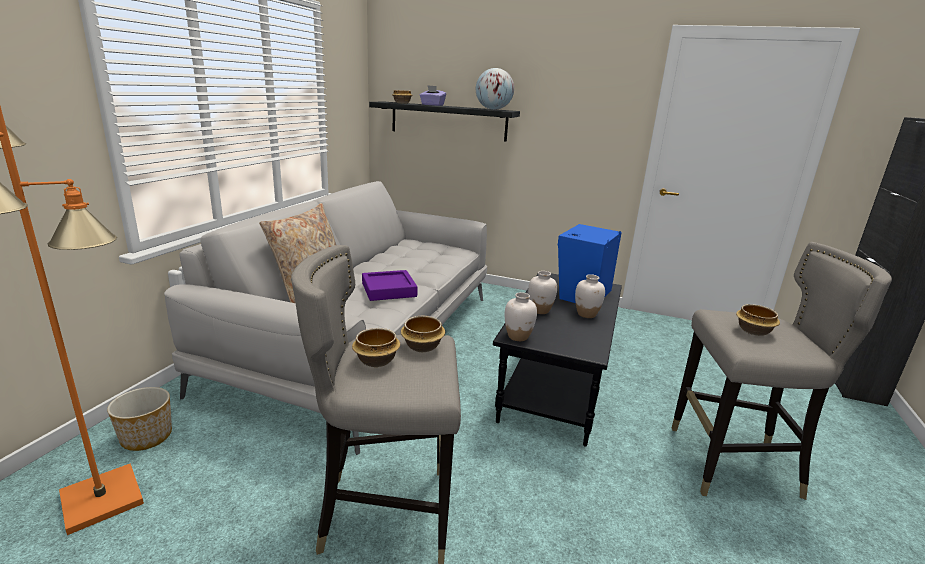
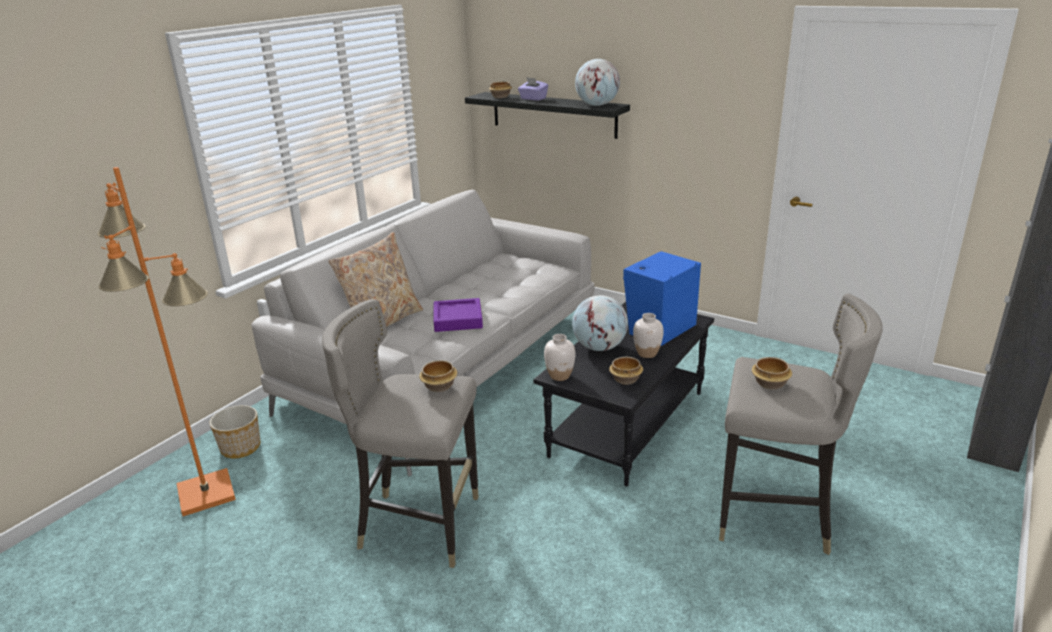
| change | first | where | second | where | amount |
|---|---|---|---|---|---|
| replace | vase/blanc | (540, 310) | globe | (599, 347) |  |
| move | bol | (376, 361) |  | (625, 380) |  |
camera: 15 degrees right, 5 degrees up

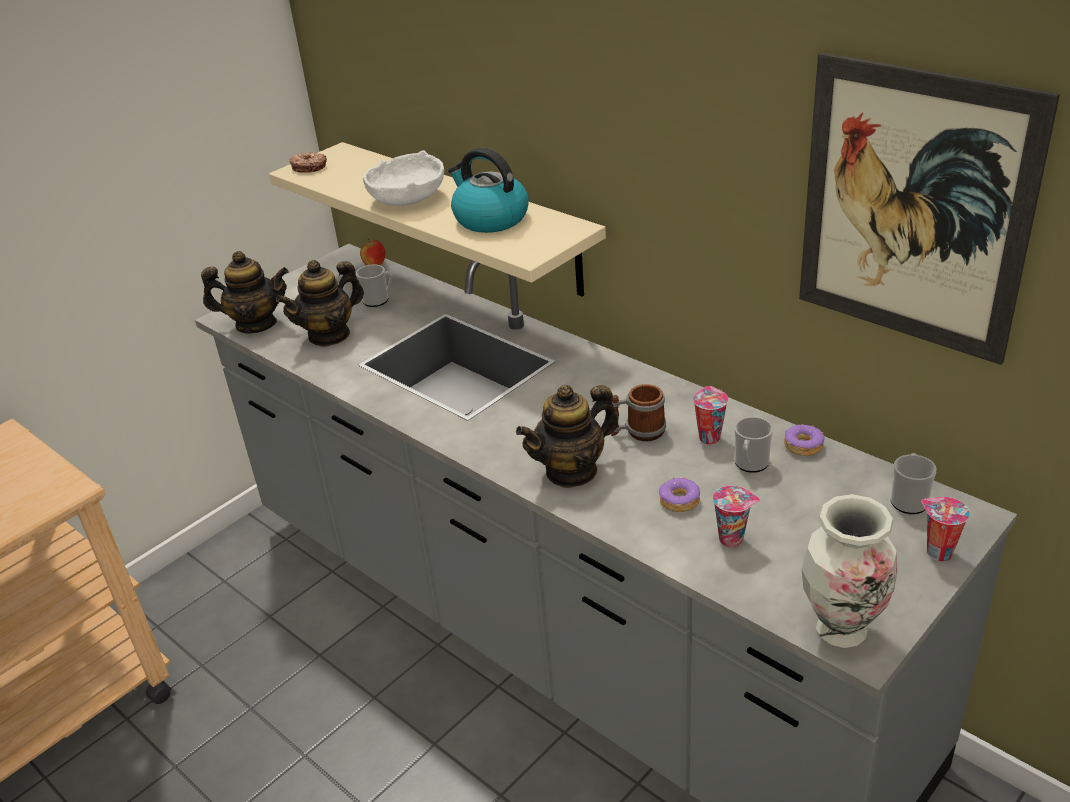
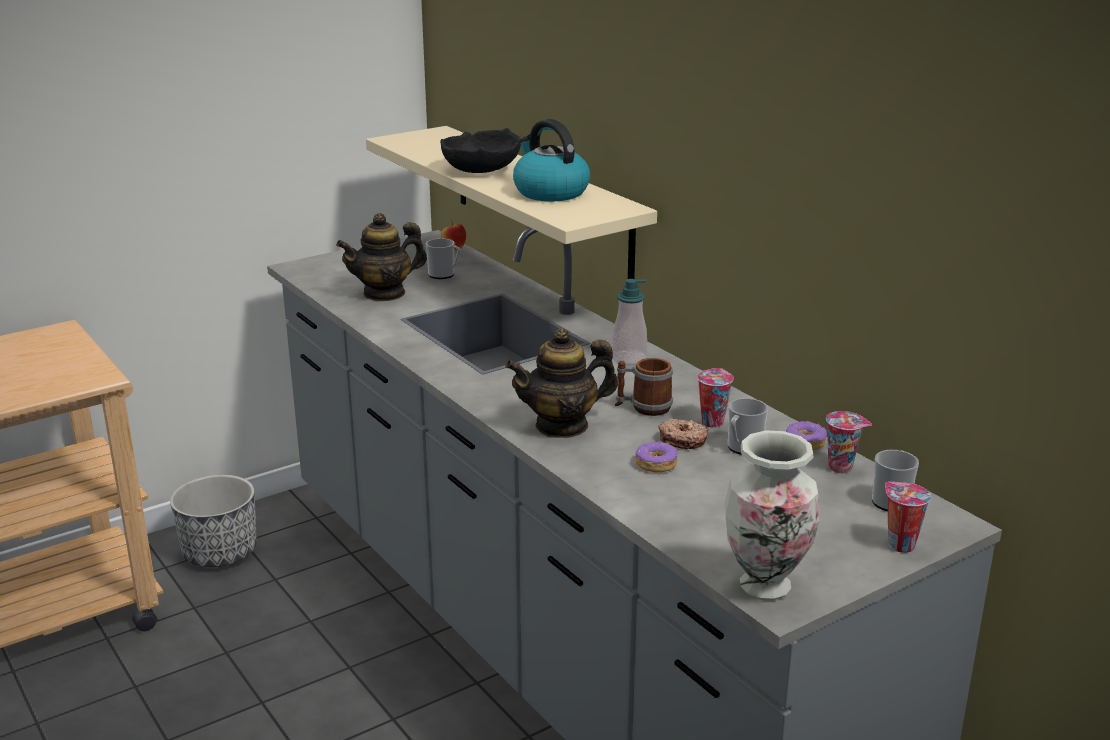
| change | first | where | second | where | amount |
|---|---|---|---|---|---|
| insert |  |  | cache-pot | (220, 552) |  |
| recolor | bol/blanc | (406, 199) | bol/noir | (480, 170) |  |
| insert |  |  | distributeur de savon | (629, 359) |  |
| move | beignet | (309, 167) |  | (682, 440) |  |
| move | tasse | (733, 539) |  | (842, 467) |  |
| delete | théière | (256, 324) |  |  |  |
| delete | tableau | (913, 209) |  |  |  |
camera: 10 degrees right, 10 degrees down

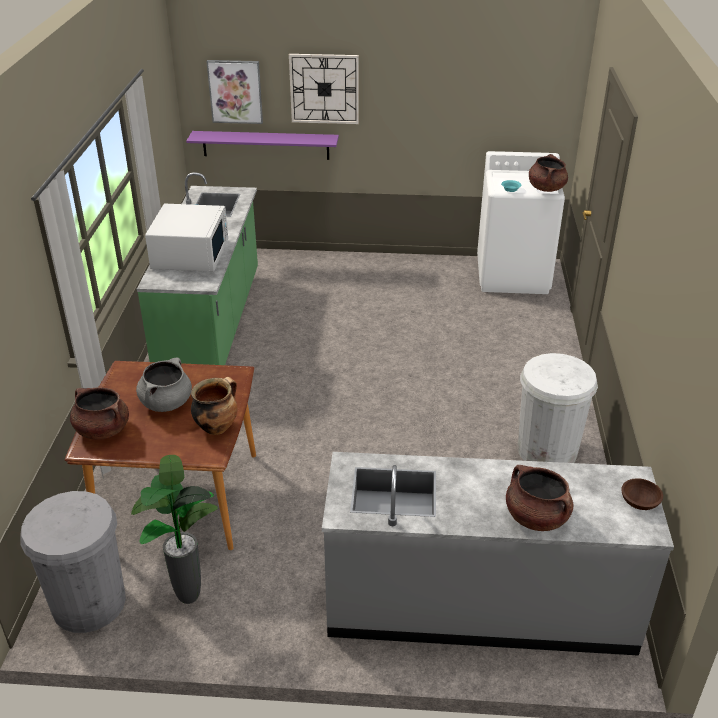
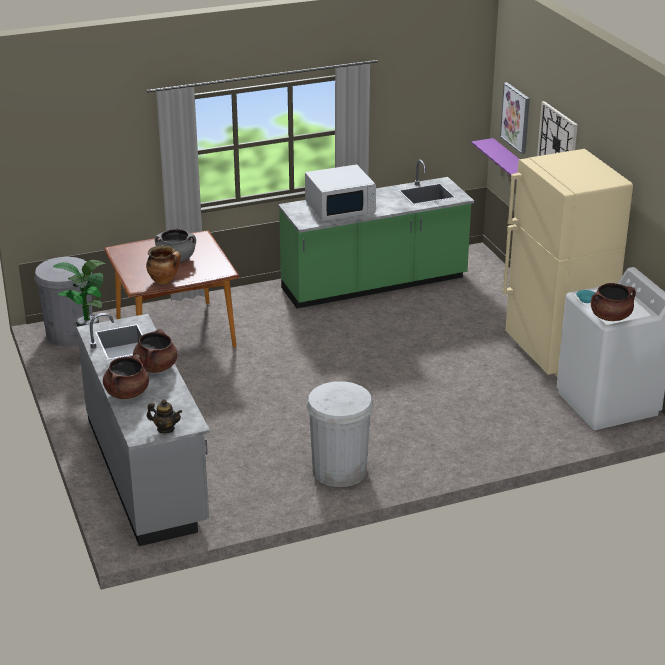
| change | first | where | second | where | amount |
|---|---|---|---|---|---|
| move | marmite/marron | (102, 430) |  | (156, 367) |  |
| replace | bol/marron | (638, 502) | théière | (165, 429) |  |
| insert |  |  | réfrigérateur/beige | (556, 353) |  |
camera: 65 degrees right, 5 degrees down

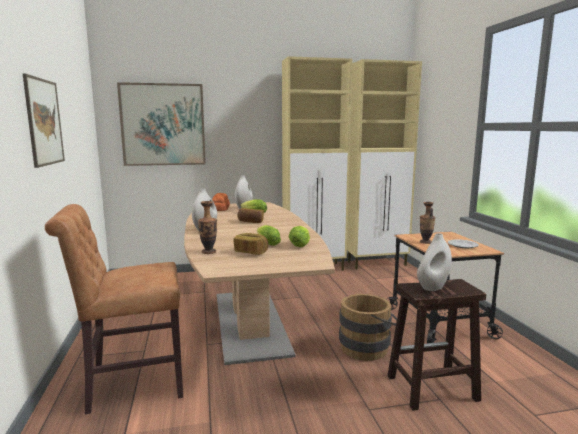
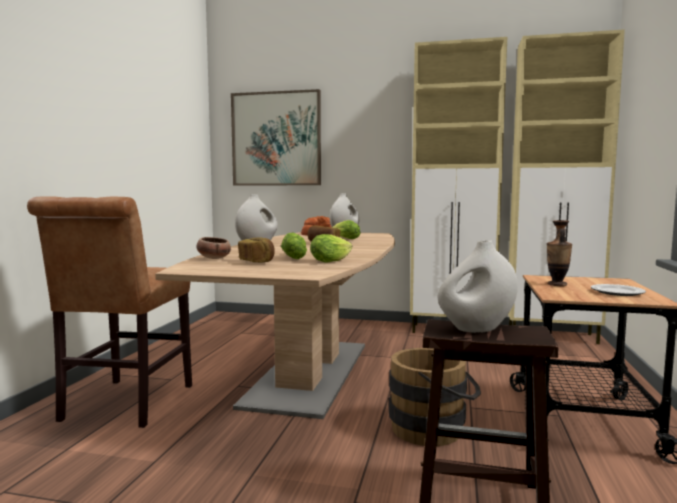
| change | first | where | second | where | amount |
|---|---|---|---|---|---|
| rotate | chaise/marron | (130, 383) |  | (124, 406) | 90 degrees counterclockwise |
| replace | vase | (209, 252) | bol | (214, 258) |  |
| delete | tableau | (44, 122) |  |  |  |
camera: 25 degrees right, 5 degrees down

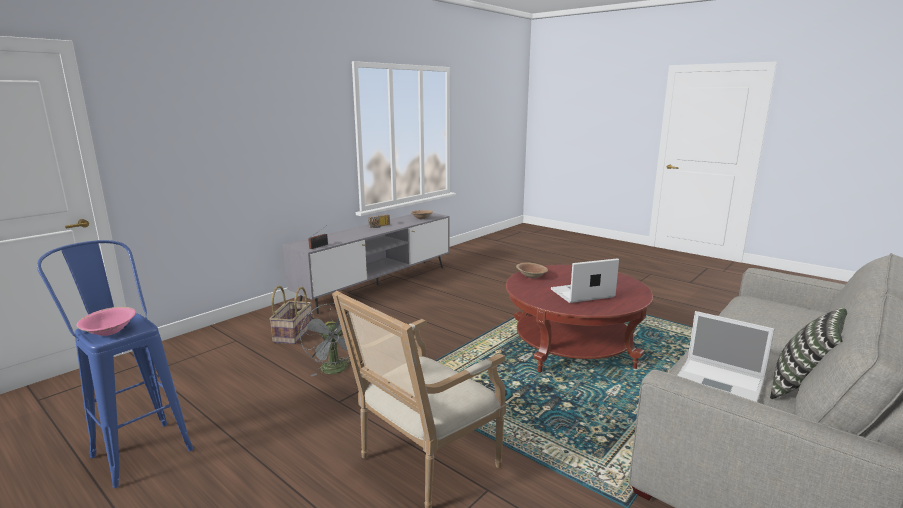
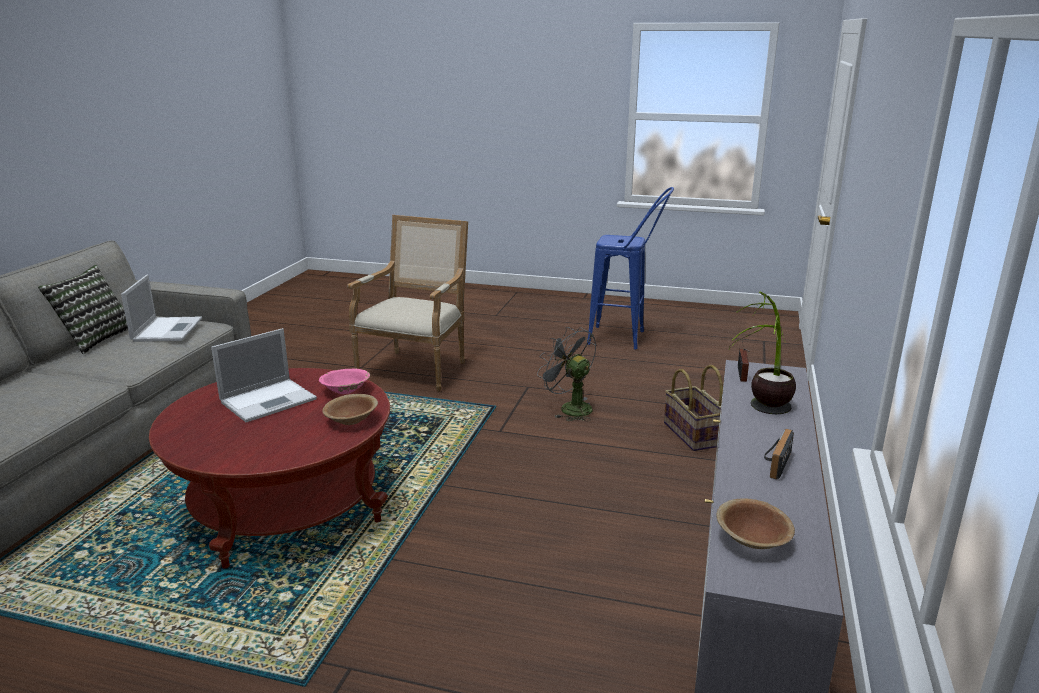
| change | first | where | second | where | amount |
|---|---|---|---|---|---|
| rotate | ordinateur portable | (721, 382) |  | (167, 329) | 75 degrees clockwise |
| move | bol/rose | (109, 331) |  | (345, 390) |  |
| insert |  |  | plante en pot | (760, 414) |  |
camera: 155 degrees right, 5 degrees up

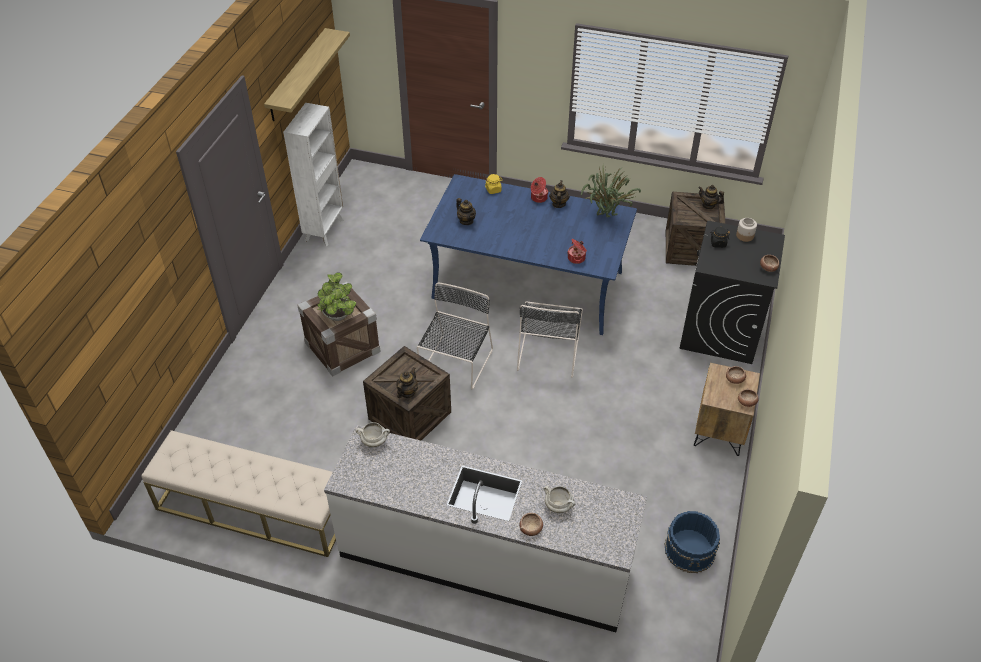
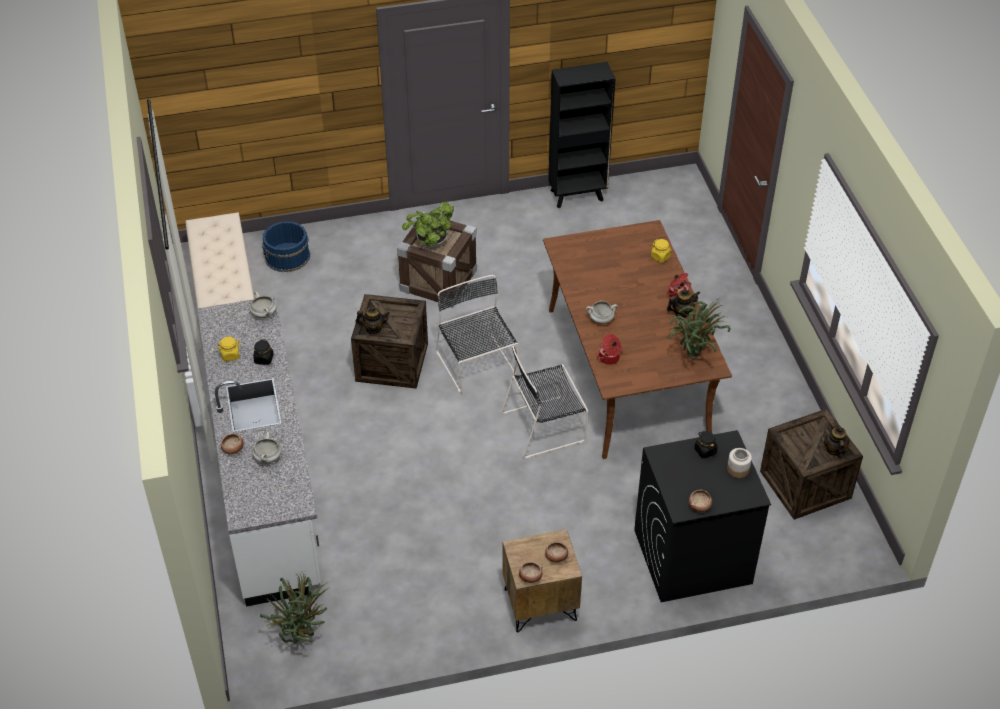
| change | first | where | second | where | amount |
|---|---|---|---|---|---|
| insert |  |  | bocal/jaune | (230, 355) |  |
| insert |  |  | bocal/noir | (264, 359) |  |
| insert |  |  | plante en pot | (302, 635) |  |
| move | seau/bleu | (690, 550) |  | (287, 257) |  |
| rotate | chaise/noir | (455, 364) |  | (477, 365) | 105 degrees counterclockwise |
| recolor | table à manger/bleu | (527, 285) | table à manger/marron | (626, 372) |  |
| recolor | bibliothèque/blanc | (324, 229) | bibliothèque/noir | (578, 195) |  |
| insert |  |  | marmite/blanc | (600, 320) |  |
| delete | étagère | (297, 75) |  |  |  |
| delete | théière | (466, 221) |  |  |  |
camera: 60 degrees right, 0 degrees up

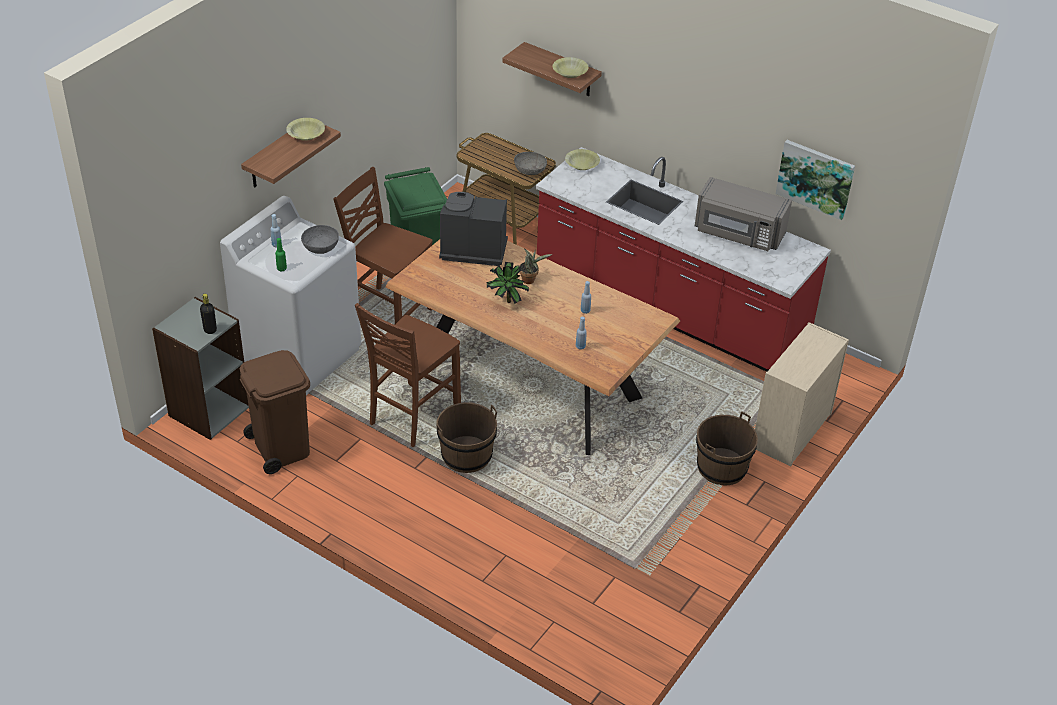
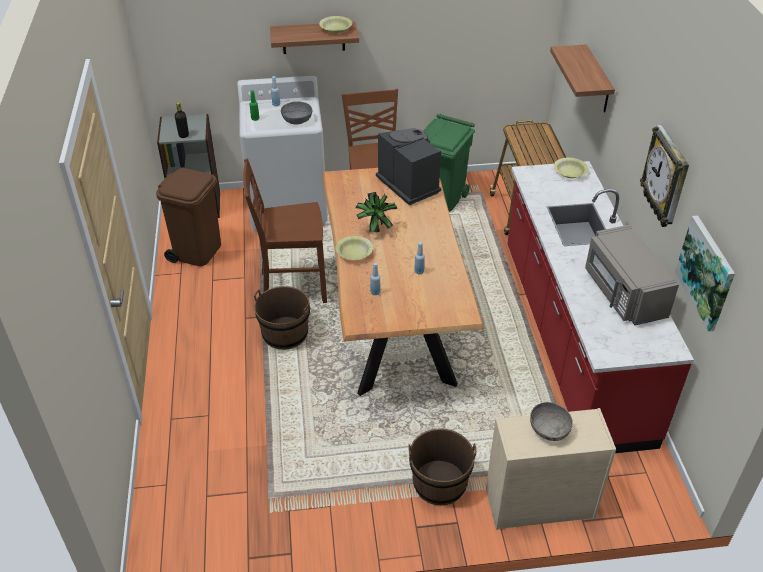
| change | first | where | second | where | amount |
|---|---|---|---|---|---|
| move | bol/jaune | (570, 72) |  | (354, 253) |  |
| move | bol/gris | (530, 170) |  | (549, 430) |  |
| insert |  |  | horloge murale | (666, 178) |  |
| delete | plante en pot | (530, 280) |  |  |  |
camera: 50 degrees right, 0 degrees up

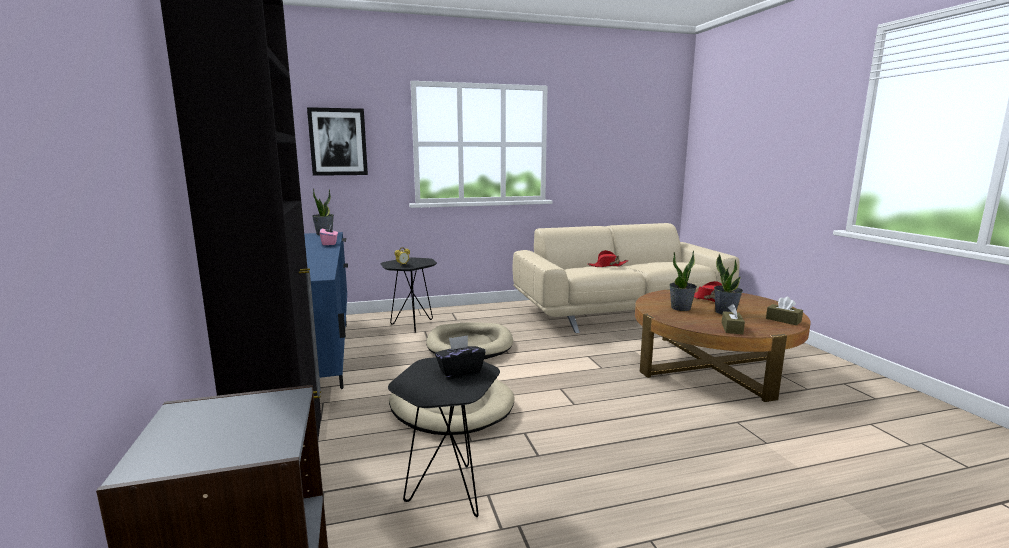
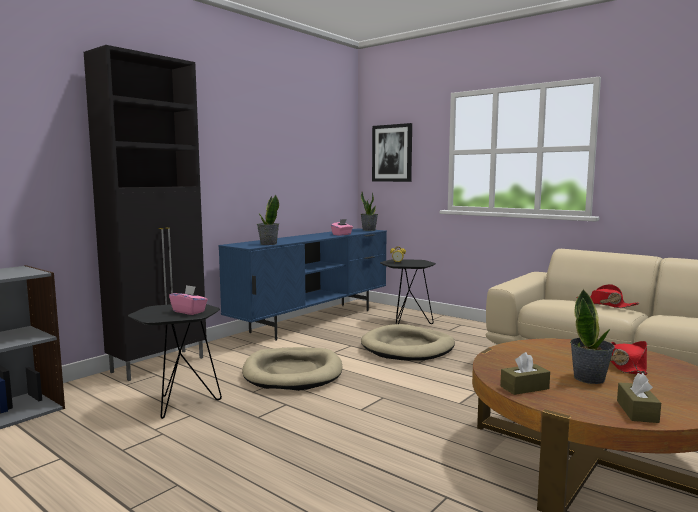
| change | first | where | second | where | amount |
|---|---|---|---|---|---|
| recolor | boîte à mouchoirs/noir | (460, 370) | boîte à mouchoirs/rose | (189, 311) |  |
| move | plante en pot | (681, 308) |  | (268, 244) |  |
camera: 55 degrees right, 5 degrees down

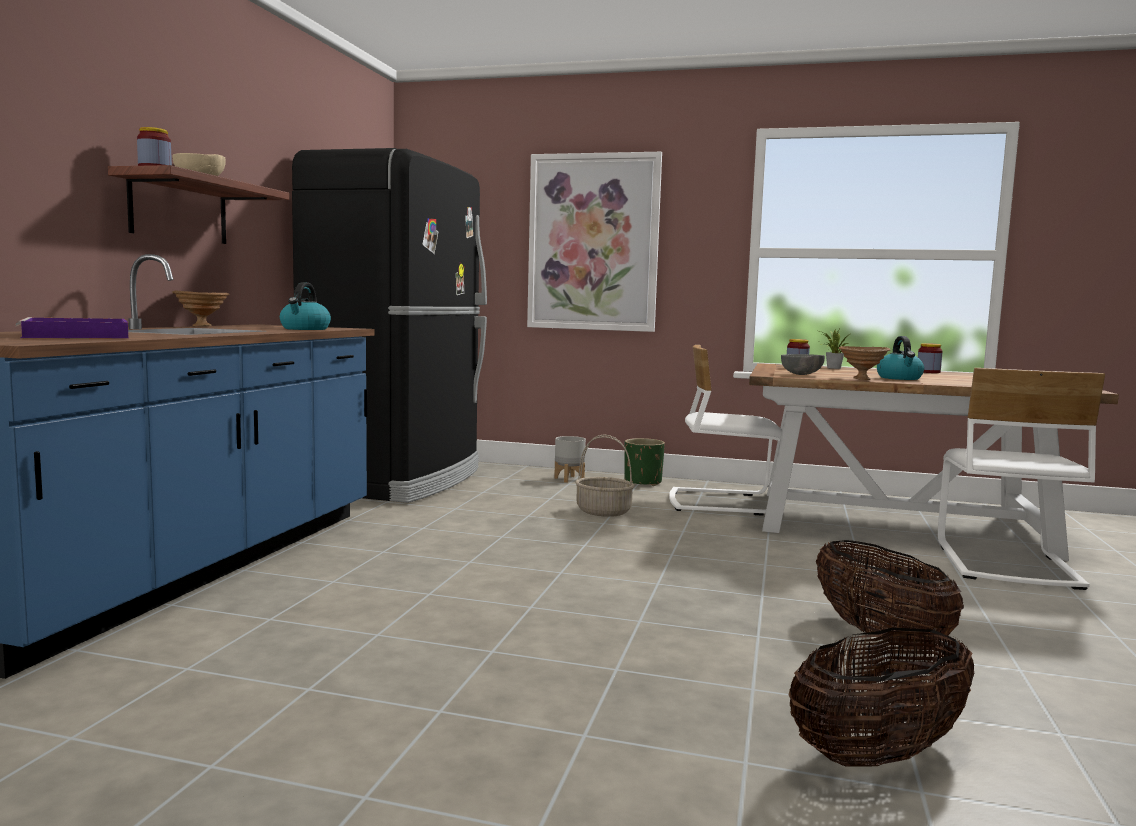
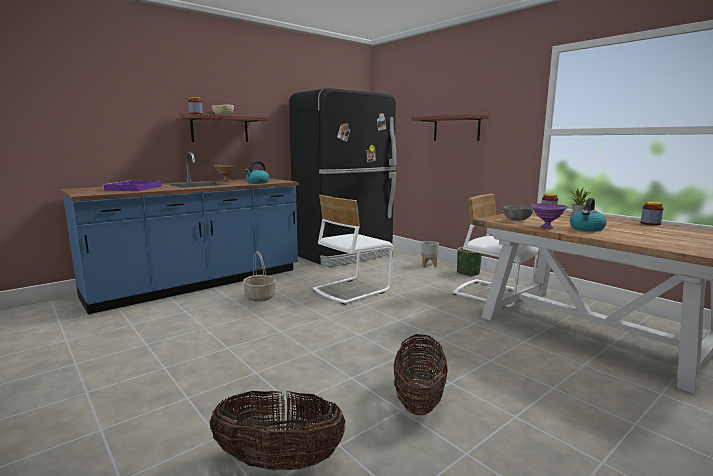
| change | first | where | second | where | amount |
|---|---|---|---|---|---|
| move | panier | (604, 511) |  | (260, 297) |  |
| move | chaise/blanc | (1004, 564) |  | (351, 290) |  |
| replace | tableau | (593, 242) | étagère | (456, 128) |  |
| recolor | bol/marron | (862, 379) | bol/violet | (547, 227) |  |
camera: 35 degrees right, 5 degrees up

